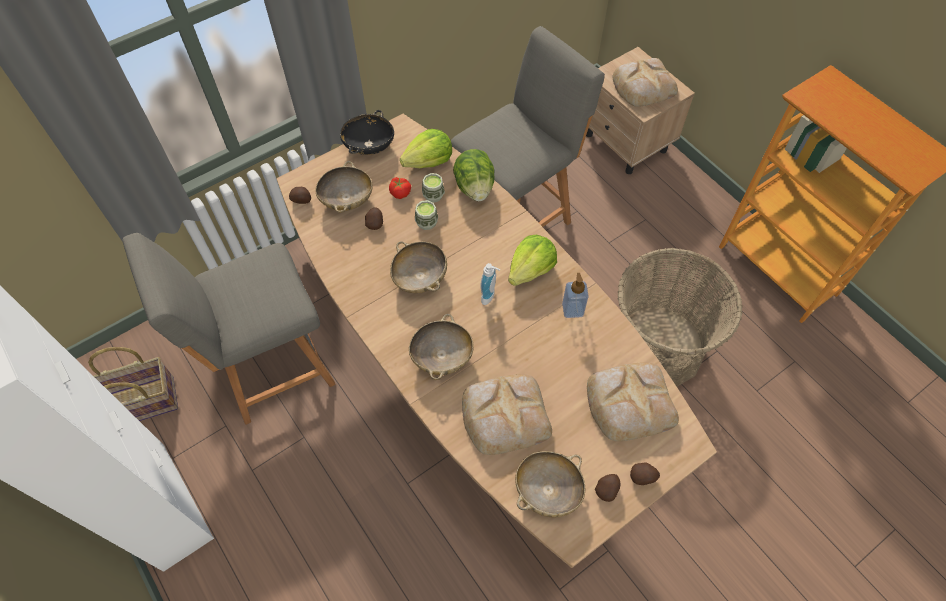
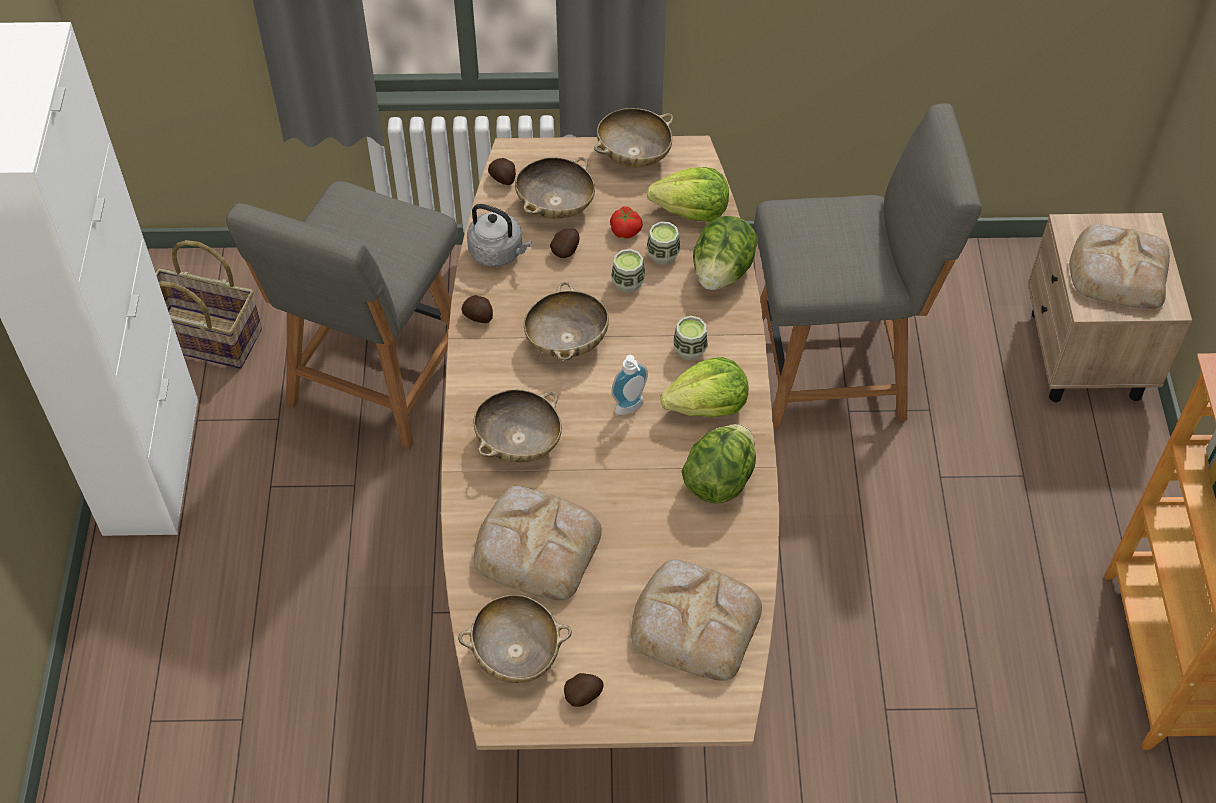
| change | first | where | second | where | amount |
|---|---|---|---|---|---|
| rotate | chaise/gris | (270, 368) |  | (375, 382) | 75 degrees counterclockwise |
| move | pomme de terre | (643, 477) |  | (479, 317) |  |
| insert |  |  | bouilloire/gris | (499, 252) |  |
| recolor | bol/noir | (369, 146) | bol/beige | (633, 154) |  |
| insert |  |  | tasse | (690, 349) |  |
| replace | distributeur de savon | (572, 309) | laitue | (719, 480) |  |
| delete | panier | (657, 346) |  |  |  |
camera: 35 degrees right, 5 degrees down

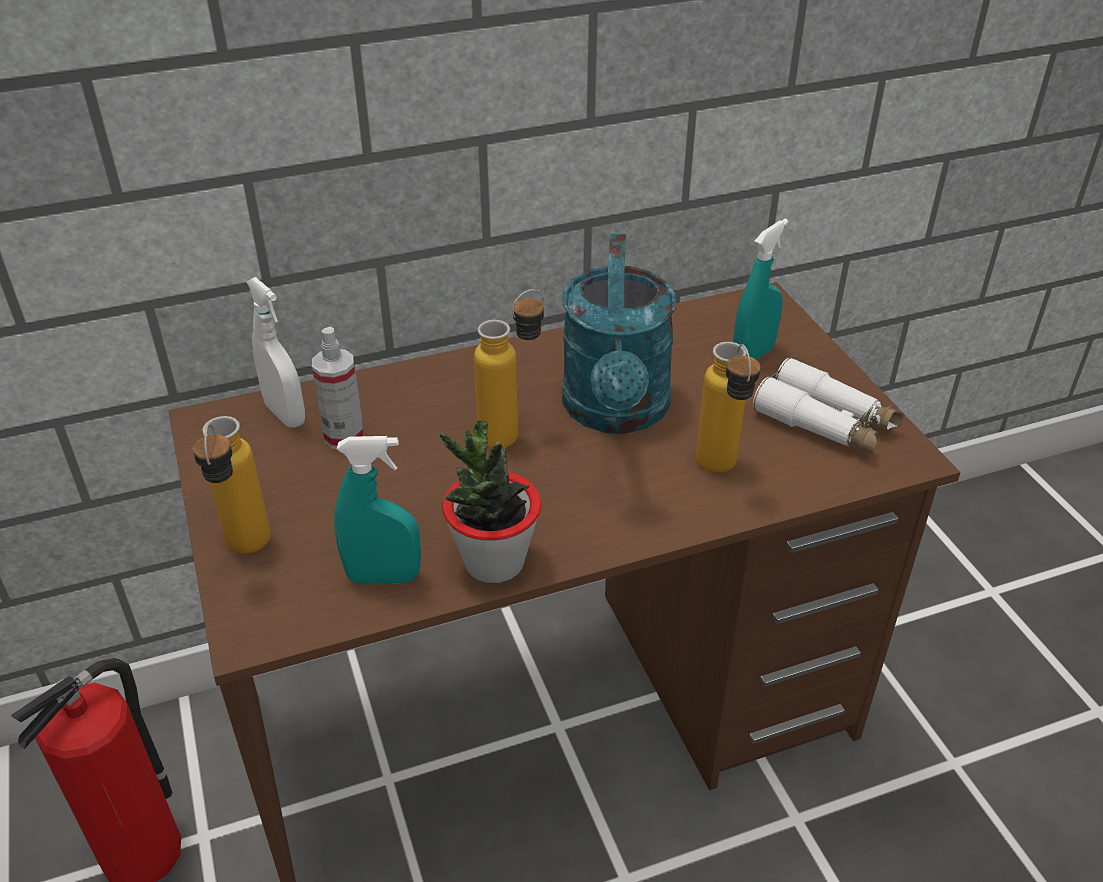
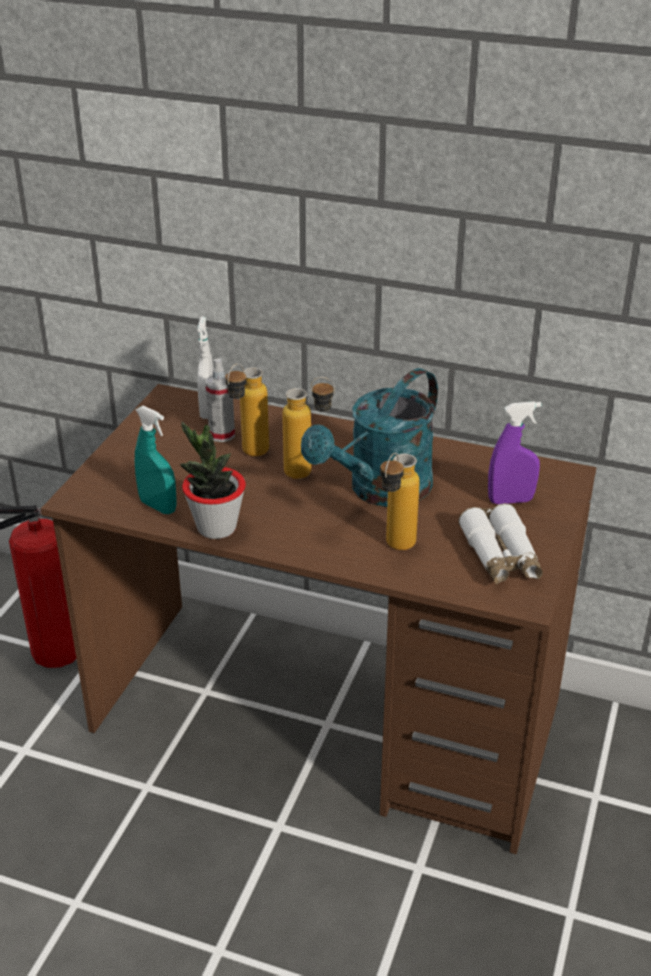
| change | first | where | second | where | amount |
|---|---|---|---|---|---|
| move | bouteille | (246, 554) |  | (248, 455) |  |
| recolor | vaporisateur/turquoise | (752, 356) | vaporisateur/violet | (510, 500) |  |
camera: 40 degrees right, 5 degrees down

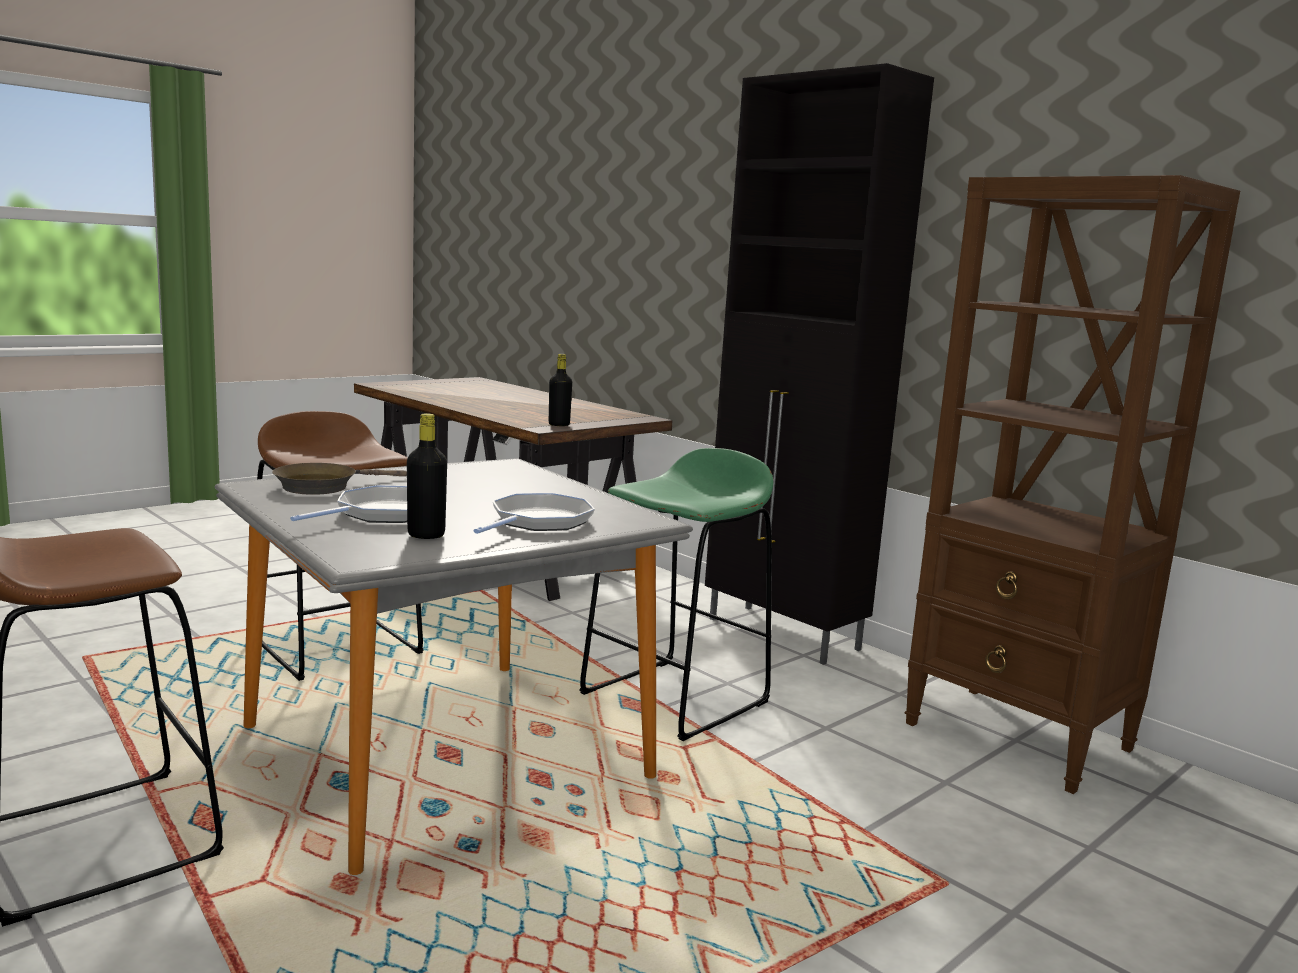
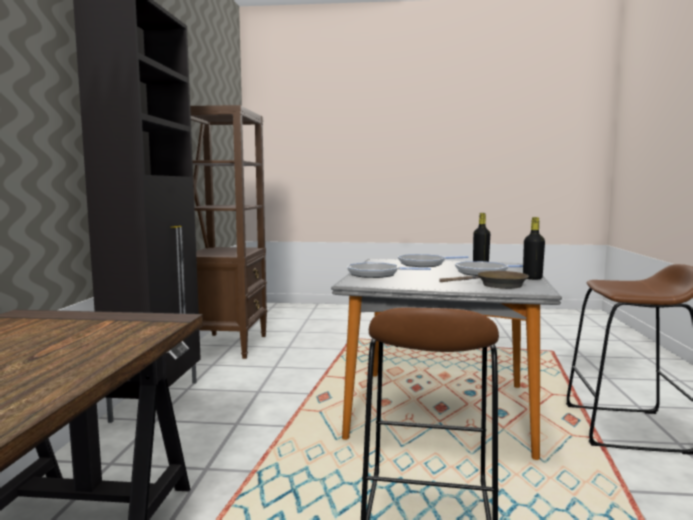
| change | first | where | second | where | amount |
|---|---|---|---|---|---|
| insert |  |  | poêle | (376, 274) |  |
| move | bouteille/noir | (559, 425) |  | (532, 278) |  |
| delete | tabouret/vert | (676, 698) |  |  |  |
camera: 130 degrees left, 5 degrees down

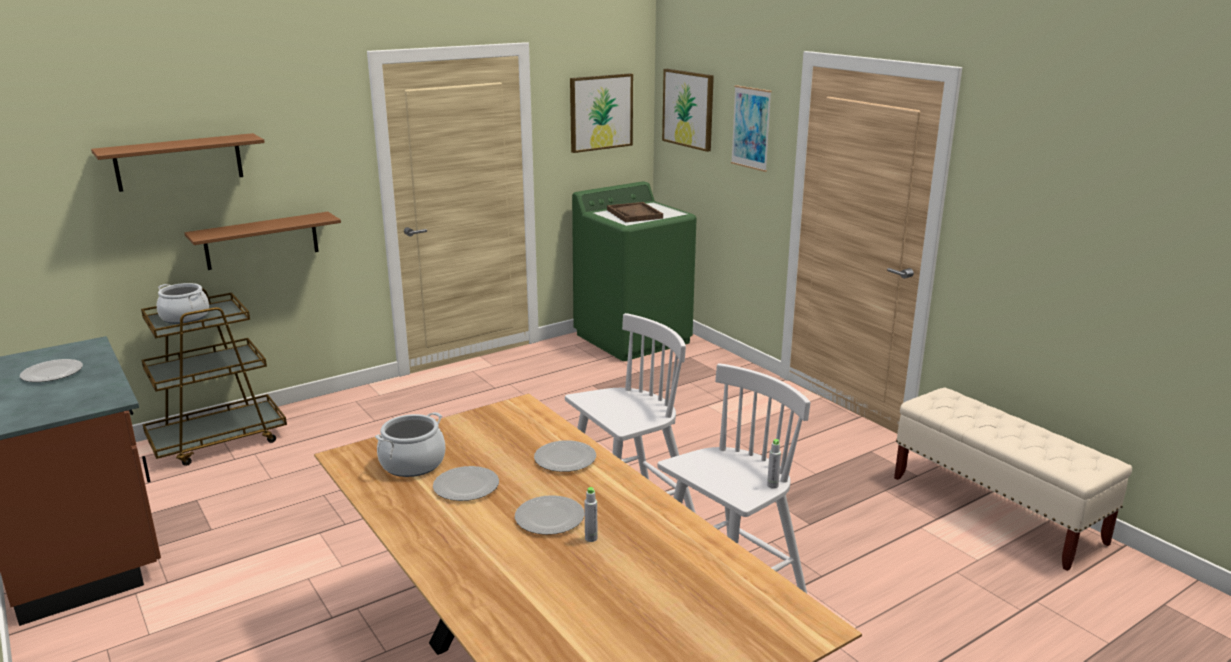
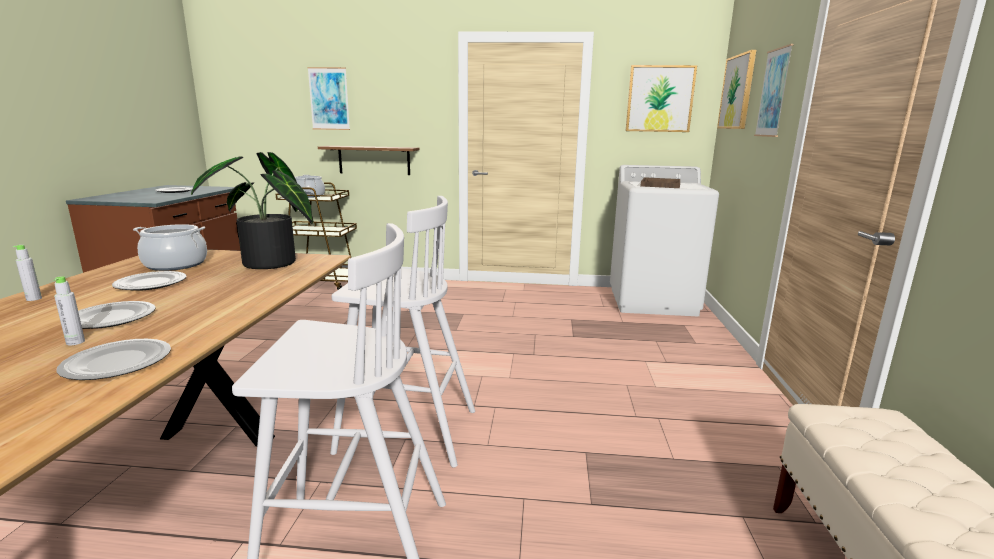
| change | first | where | second | where | amount |
|---|---|---|---|---|---|
| move | bouteille/gris | (772, 485) |  | (34, 299) |  |
| move | assiette | (566, 459) |  | (117, 363) |  |
| insert |  |  | plante en pot | (270, 265) |  |
| replace | étagère/marron | (179, 162) | tableau | (329, 99) |  |
| recolor | lave-linge/vert | (633, 338) | lave-linge/blanc | (653, 301) |  |
camera: 40 degrees right, 5 degrees down

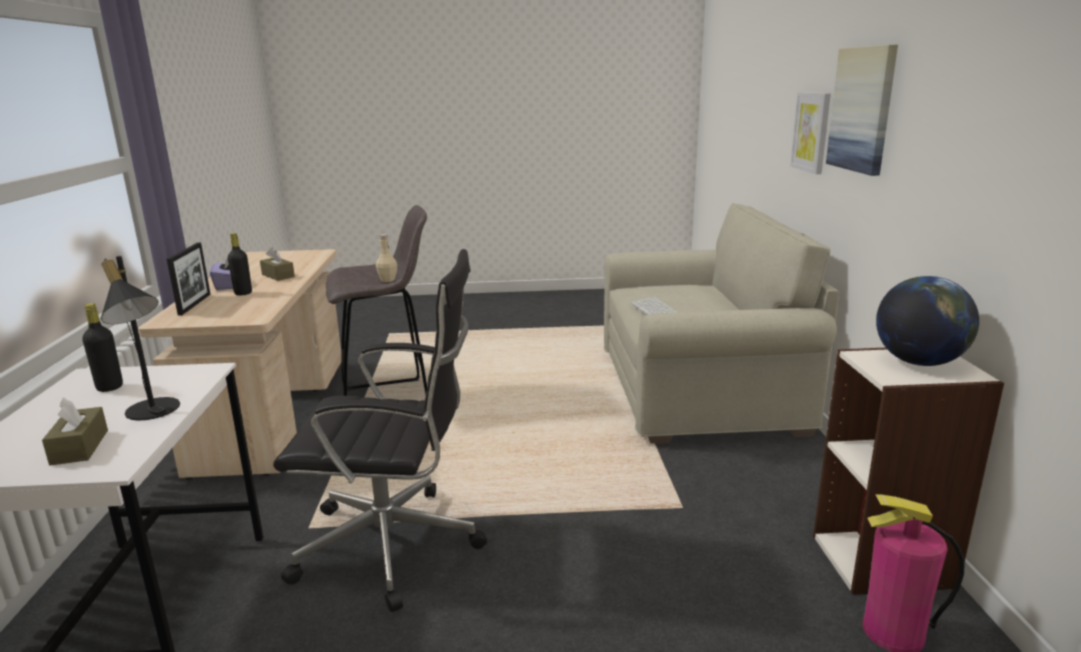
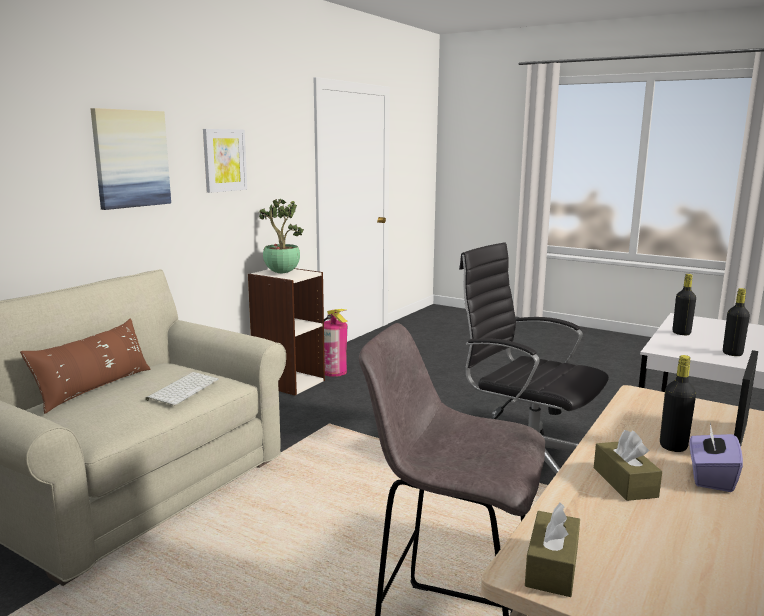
| change | first | where | second | where | amount |
|---|---|---|---|---|---|
| insert |  |  | coussin/marron | (95, 388) |  |
| move | tableau | (811, 131) |  | (224, 160) |  |
| replace | globe | (918, 362) | plante en pot | (281, 273) |  |
| move | boîte à mouchoirs/marron | (80, 447) |  | (552, 566) |  |
| replace | lampe de table/noir | (153, 413) | bouteille/noir | (681, 333) |  |
| delete | bouteille/beige | (387, 280) |  |  |  |
camera: 145 degrees left, 5 degrees down

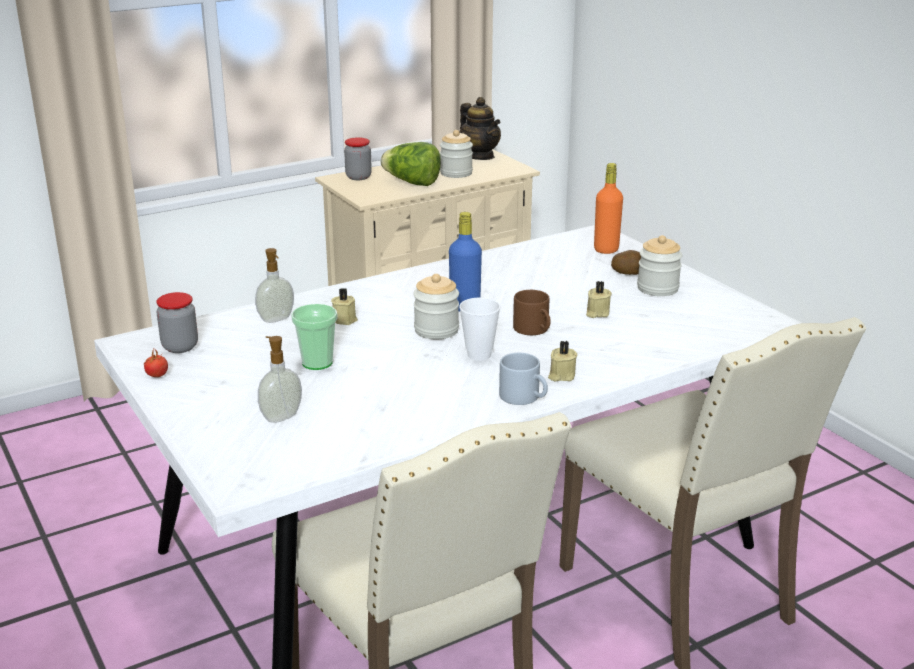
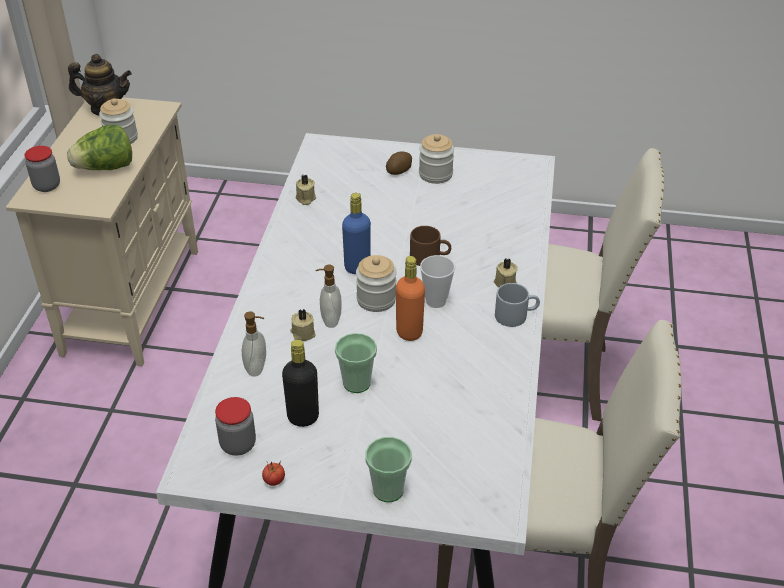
| change | first | where | second | where | amount |
|---|---|---|---|---|---|
| insert |  |  | bouteille/noir | (303, 417) |  |
| move | bougie/beige | (596, 313) |  | (305, 199) |  |
| move | distributeur de savon | (280, 416) |  | (330, 320) |  |
| insert |  |  | tasse | (388, 490) |  |
| move | bouteille/orange | (606, 249) |  | (409, 332) |  |
camera: 50 degrees left, 15 degrees up

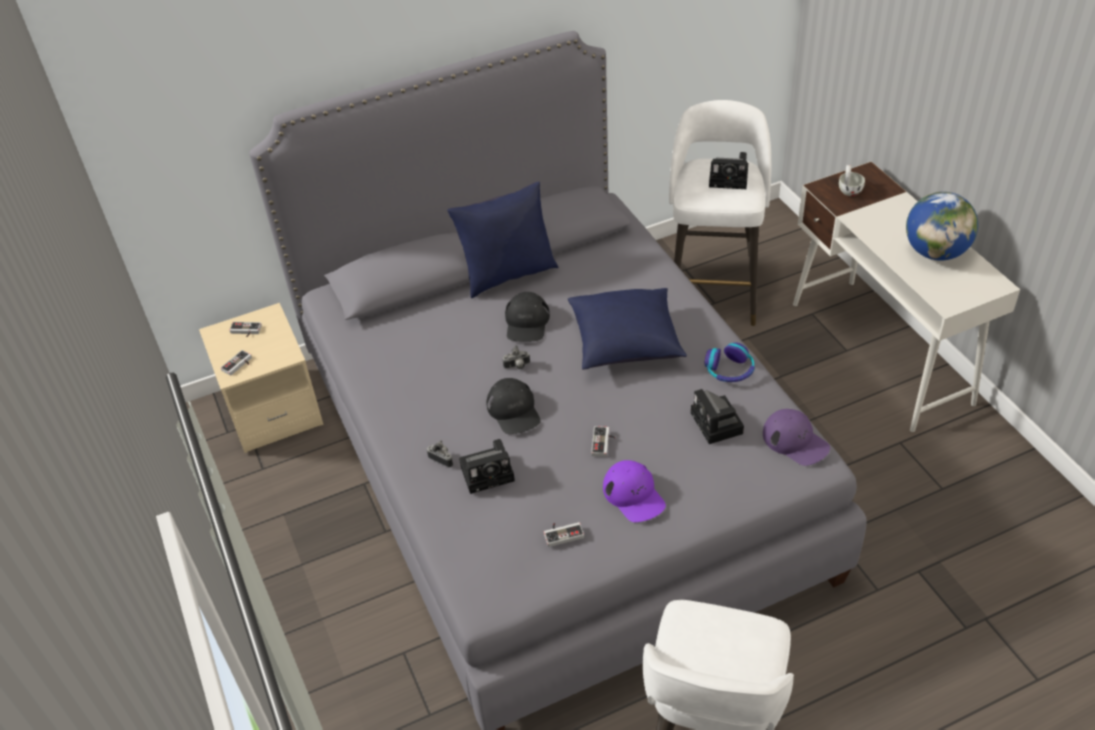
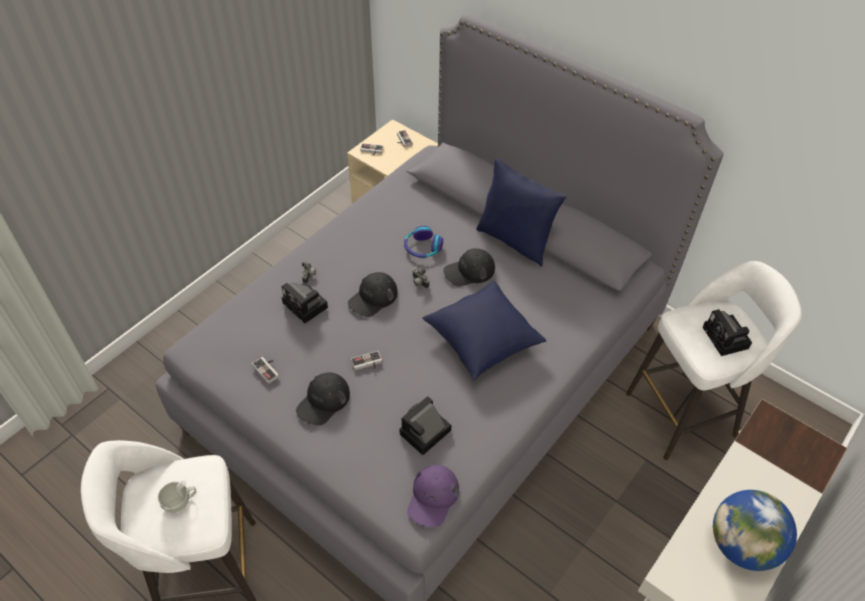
| change | first | where | second | where | amount |
|---|---|---|---|---|---|
| move | tasse/blanc | (849, 189) |  | (180, 501) |  |
| recolor | casquette/violet | (634, 495) | casquette/noir | (323, 401) |  |
| move | casque audio | (729, 370) |  | (422, 248) |  |
camera: 60 degrees right, 5 degrees up

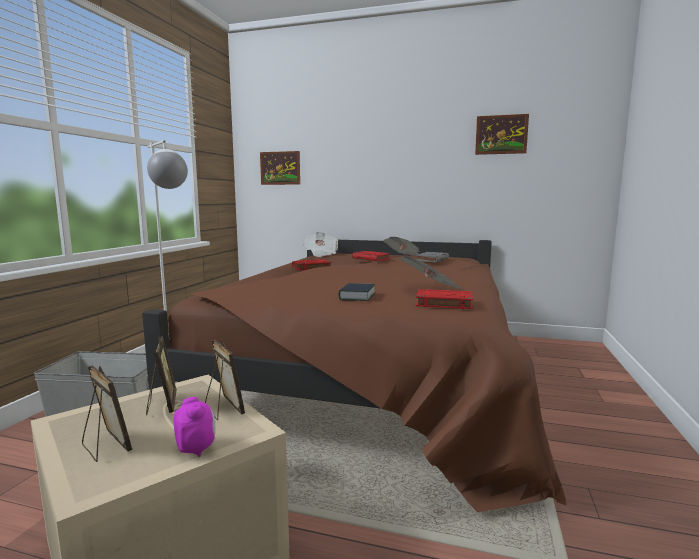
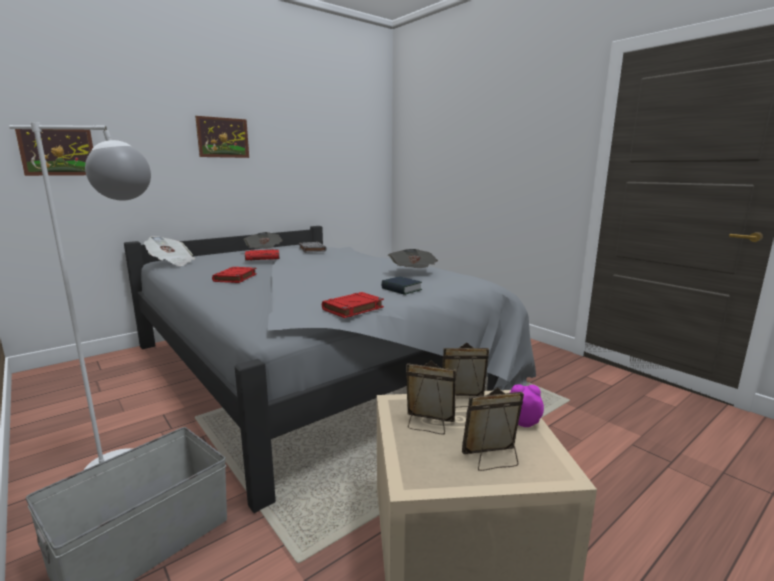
| change | first | where | second | where | amount |
|---|---|---|---|---|---|
| recolor | lit/marron | (373, 375) | lit/gris | (317, 367) |  |
| move | tableau | (501, 134) |  | (223, 137) |  |
| move | livre/rouge | (443, 303) |  | (352, 309) |  |
camera: 55 degrees left, 5 degrees up

